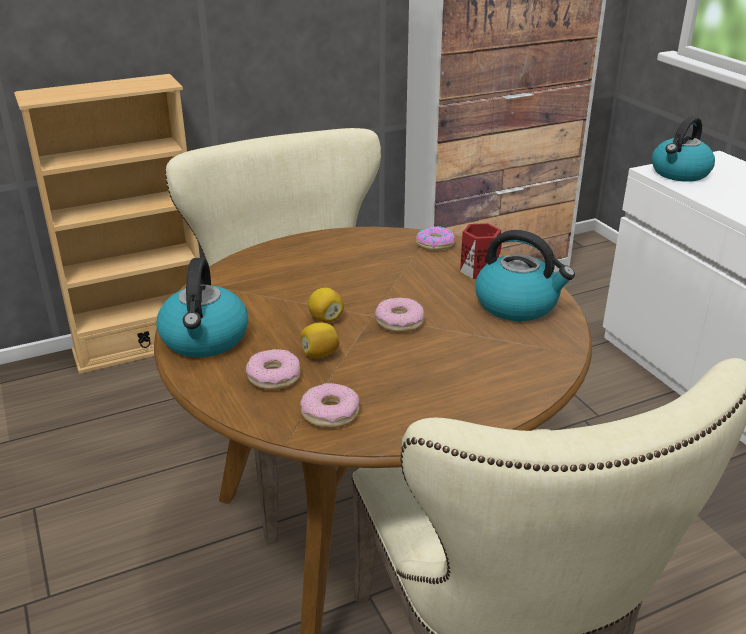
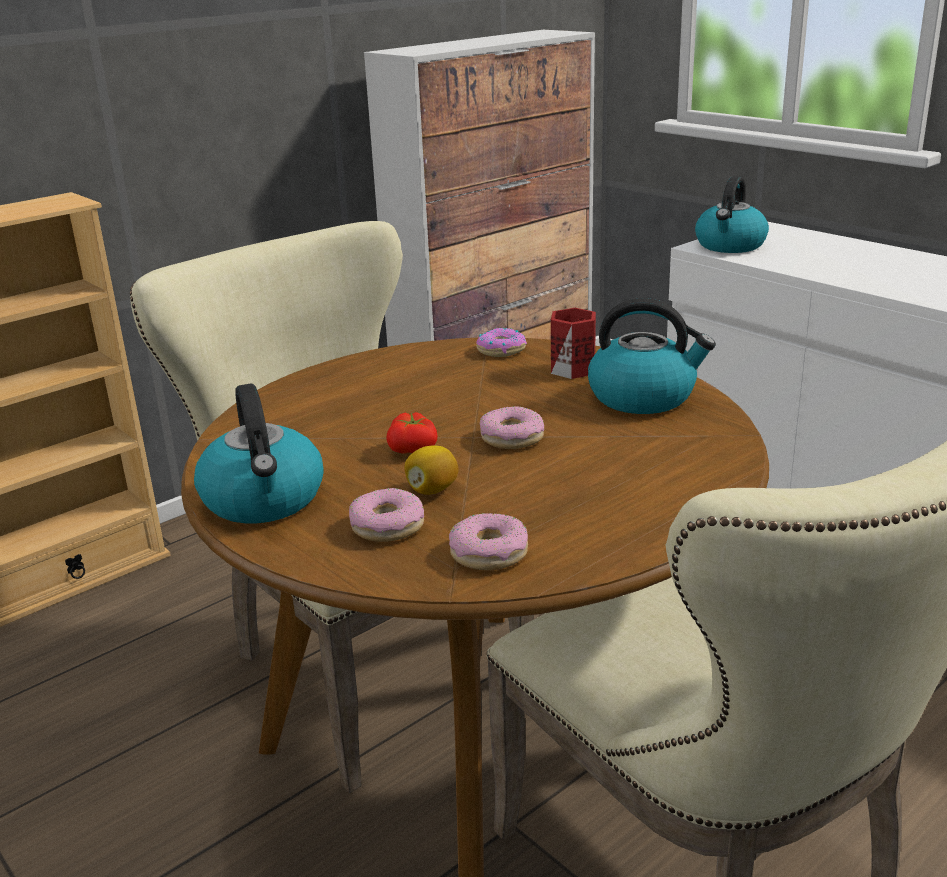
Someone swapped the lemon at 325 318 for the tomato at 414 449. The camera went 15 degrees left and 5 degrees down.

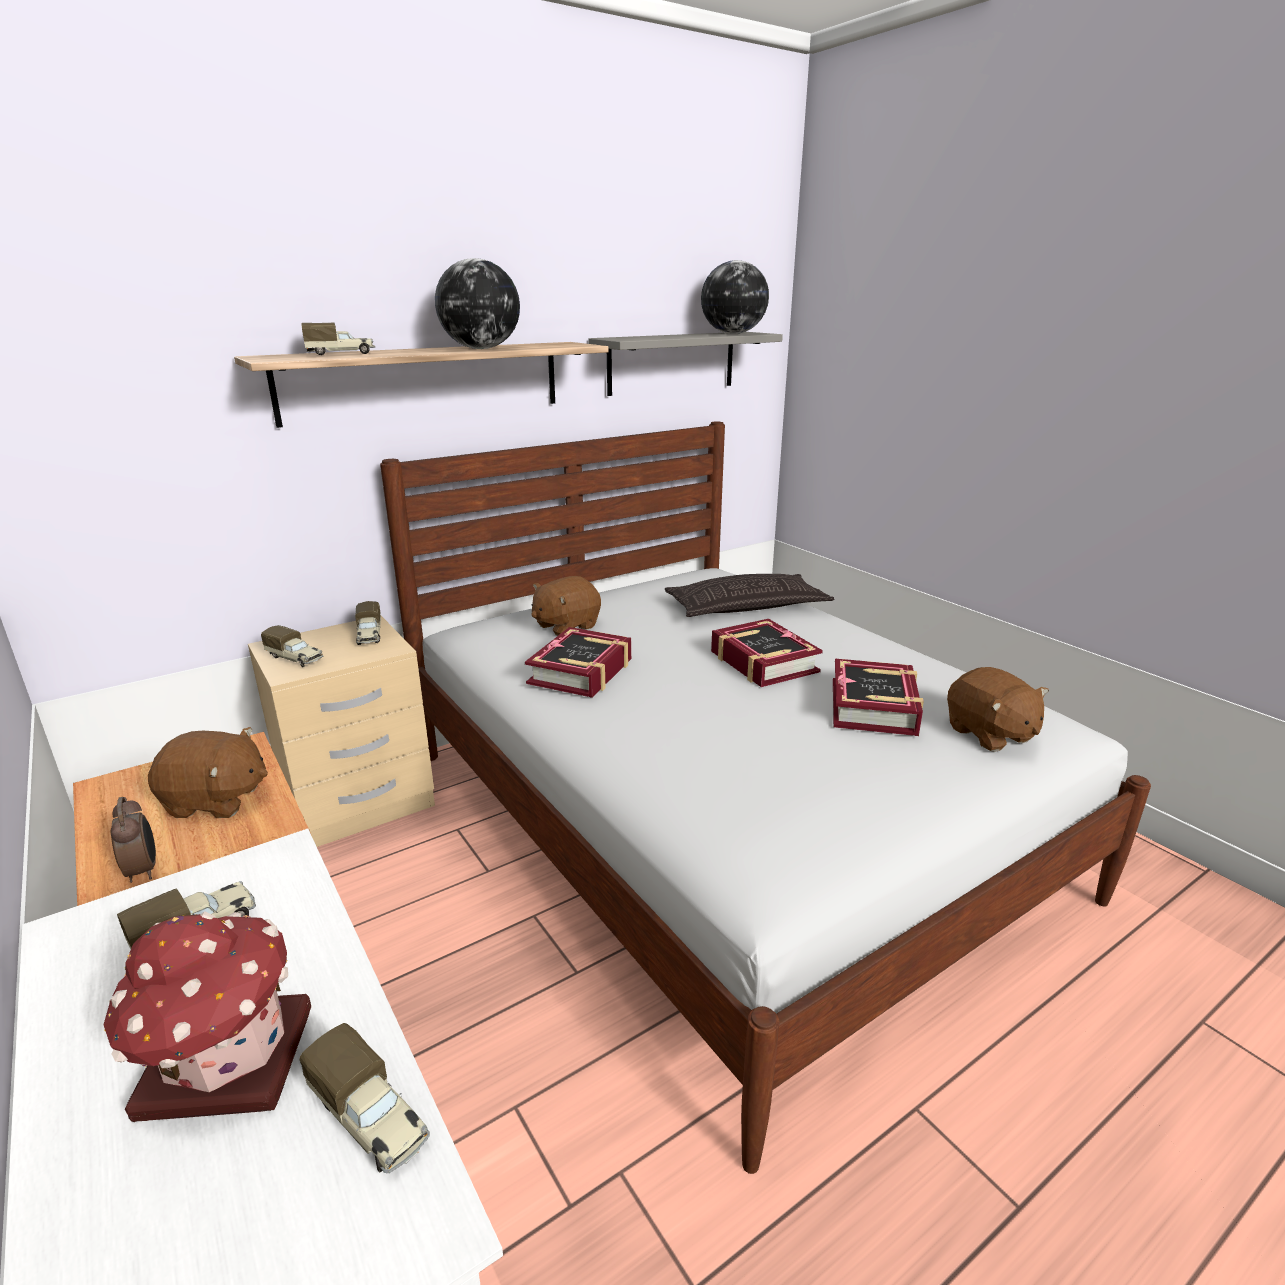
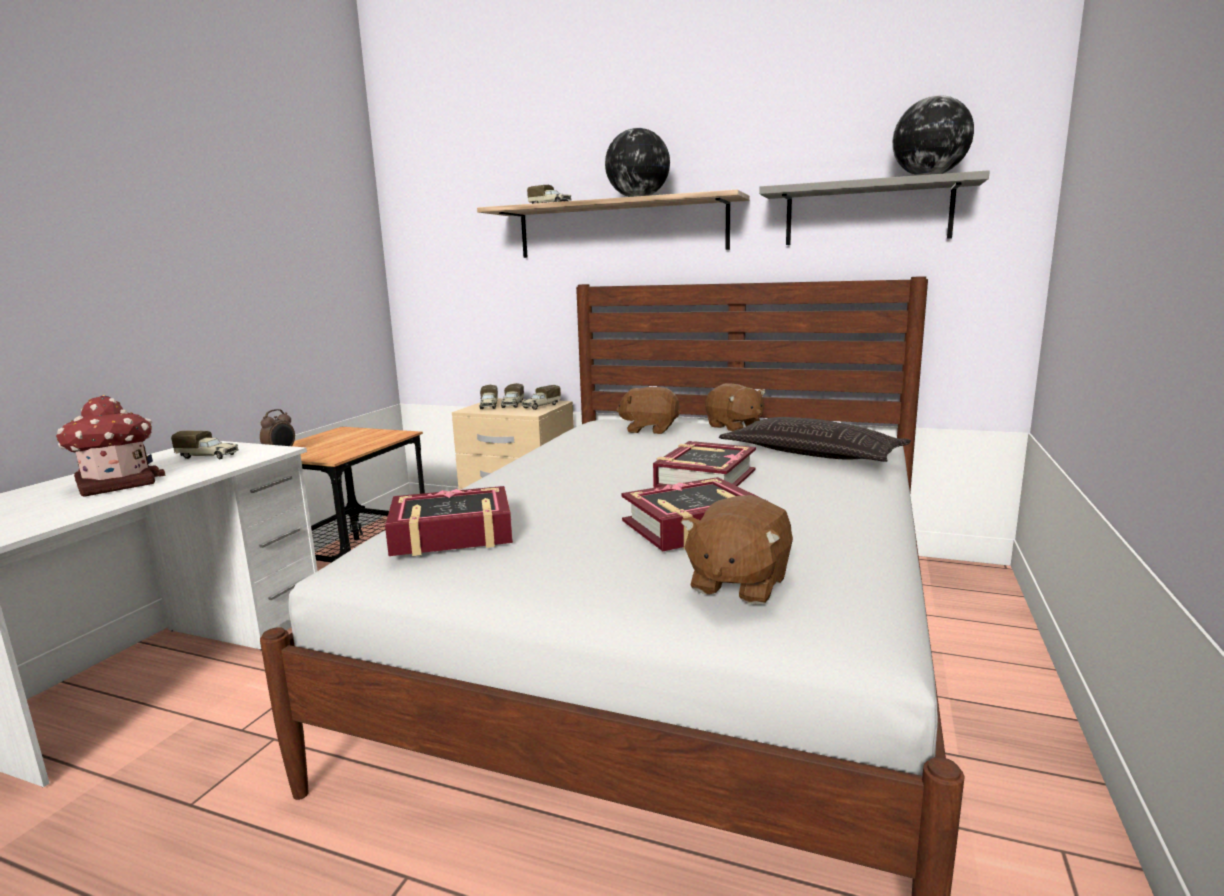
Someone carried the bound book from 581 671 to 452 534. Someone carried the brown cuddly toy from 216 800 to 734 427. Someone carried the toy lorry from 370 1119 to 512 405. The camera went 55 degrees right and 10 degrees down.

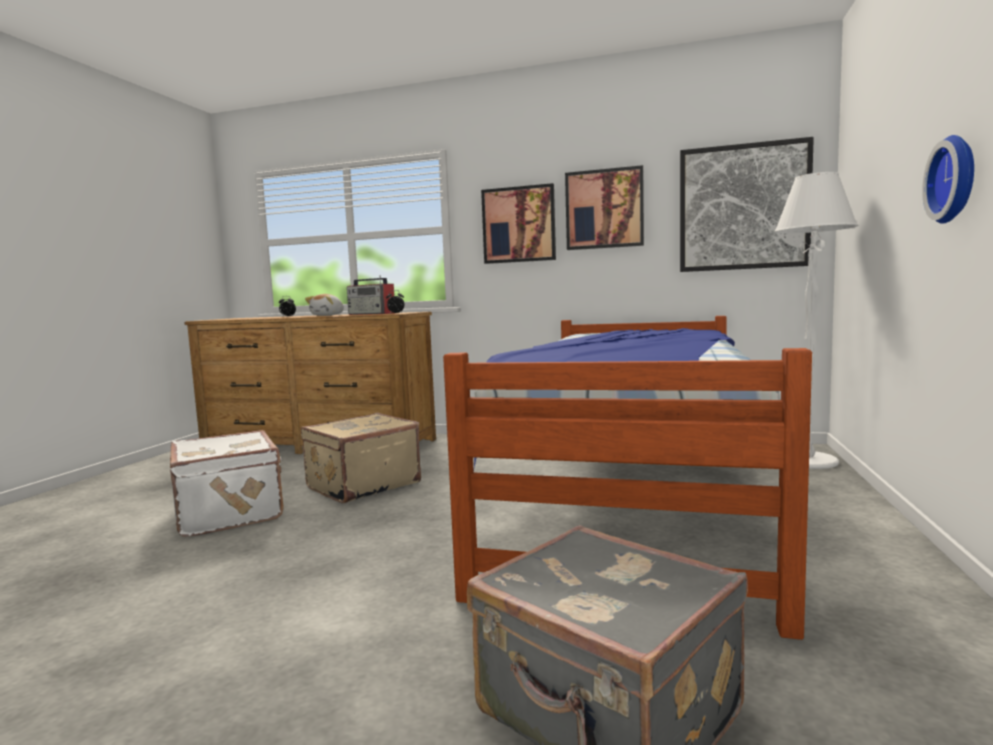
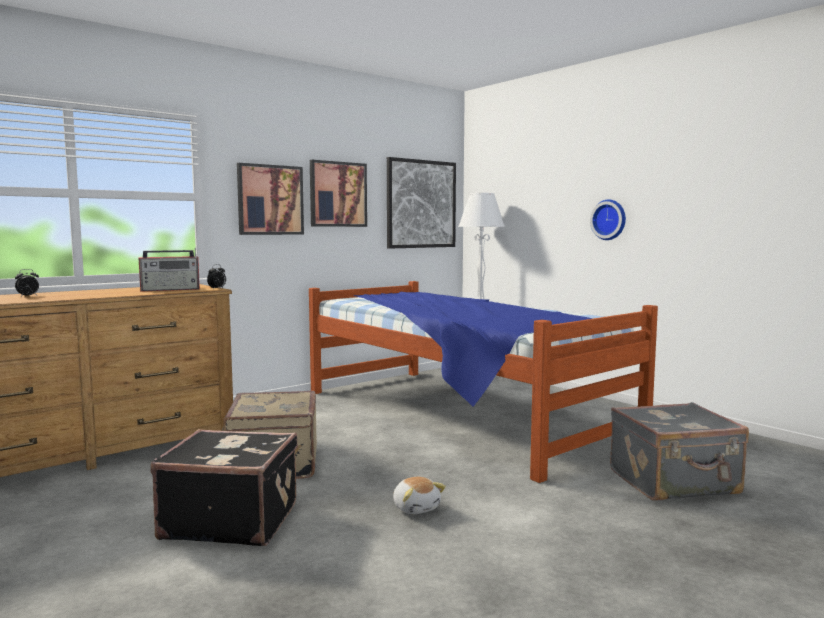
Someone carried the cuddly toy from 328 315 to 416 507. Someone repainted the white travel case at 231 512, which became the black-coloured travel case at 231 520. The camera went 55 degrees left and 0 degrees up.

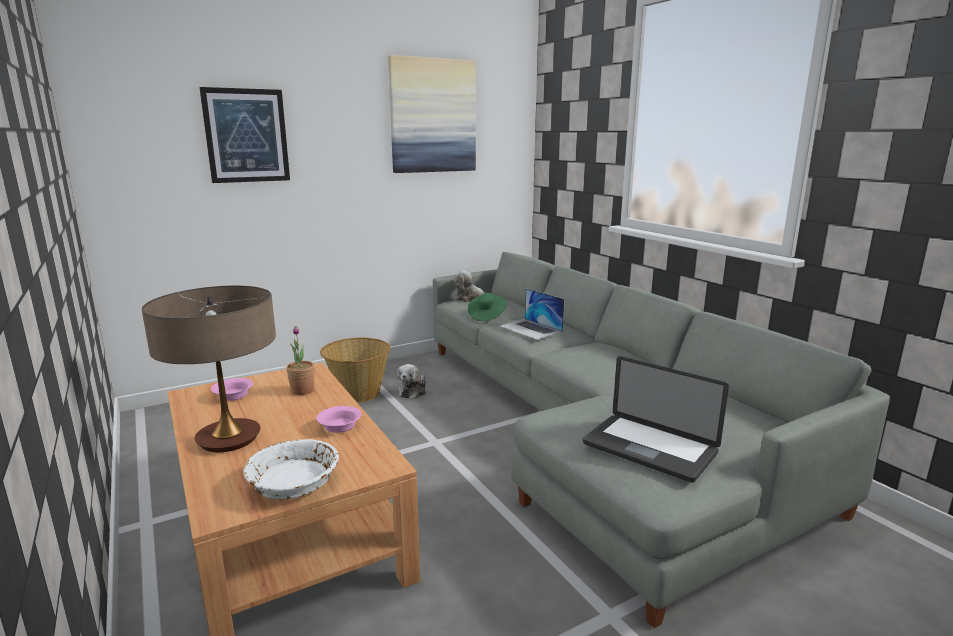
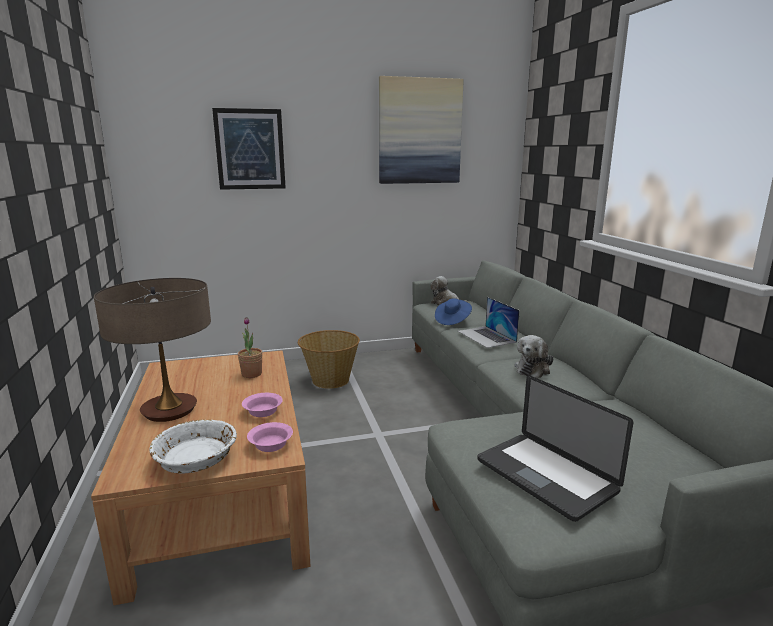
Someone repainted the green clothing hat at 487 316, which became the blue clothing hat at 452 320. Someone carried the cuddly toy from 413 391 to 533 369. Someone carried the pink serving bowl from 233 395 to 271 444. The camera went 15 degrees right and 0 degrees up.

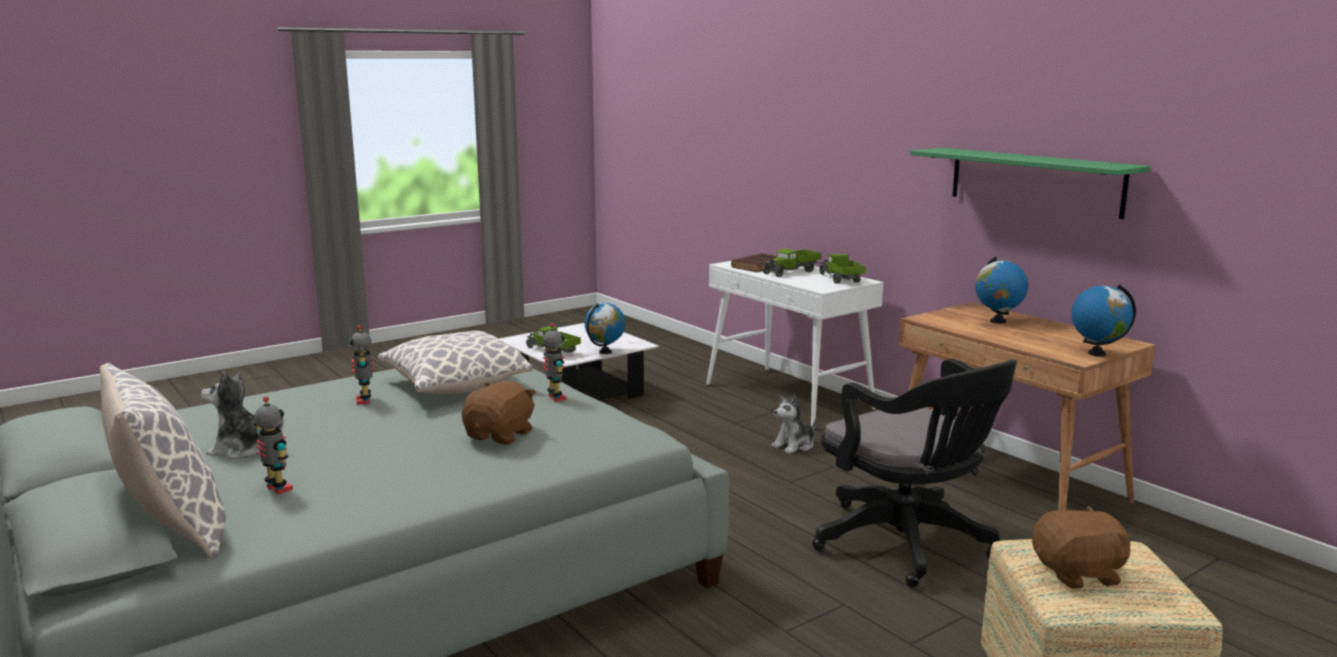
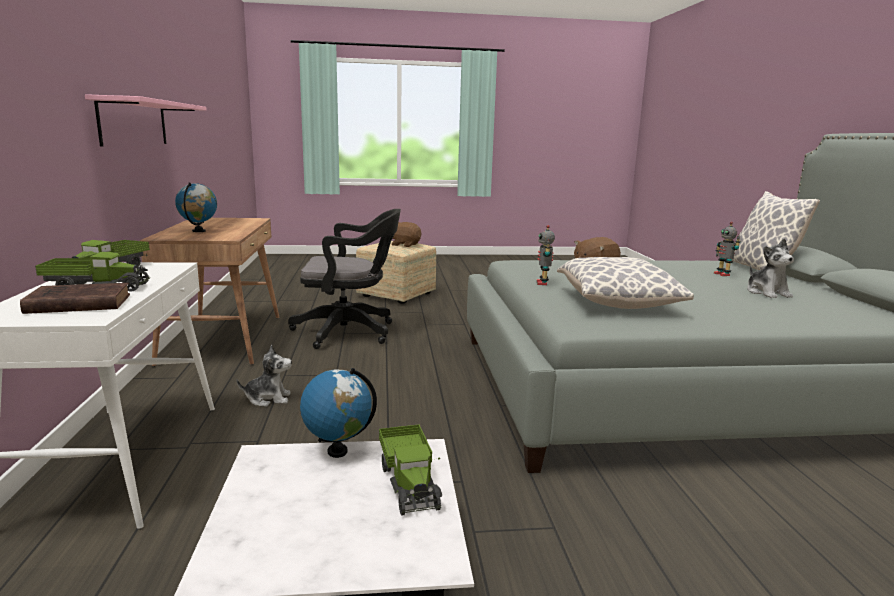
Someone repainted the green wall shelf at 1034 181, which became the pink wall shelf at 134 123. Someone took away the world globe at 1096 353. Someone took away the model robot at 365 400. Someone rotated the black-coloured office chair at 909 545 by 90 degrees clockwise. Someone rotated the cuddly toy at 243 449 by 45 degrees clockwise. The camera went 150 degrees left and 0 degrees up.

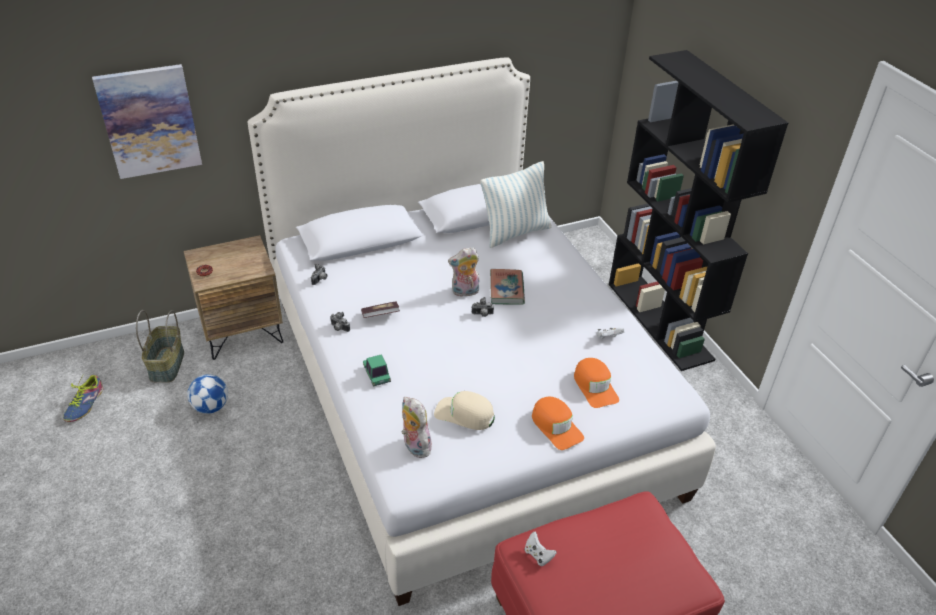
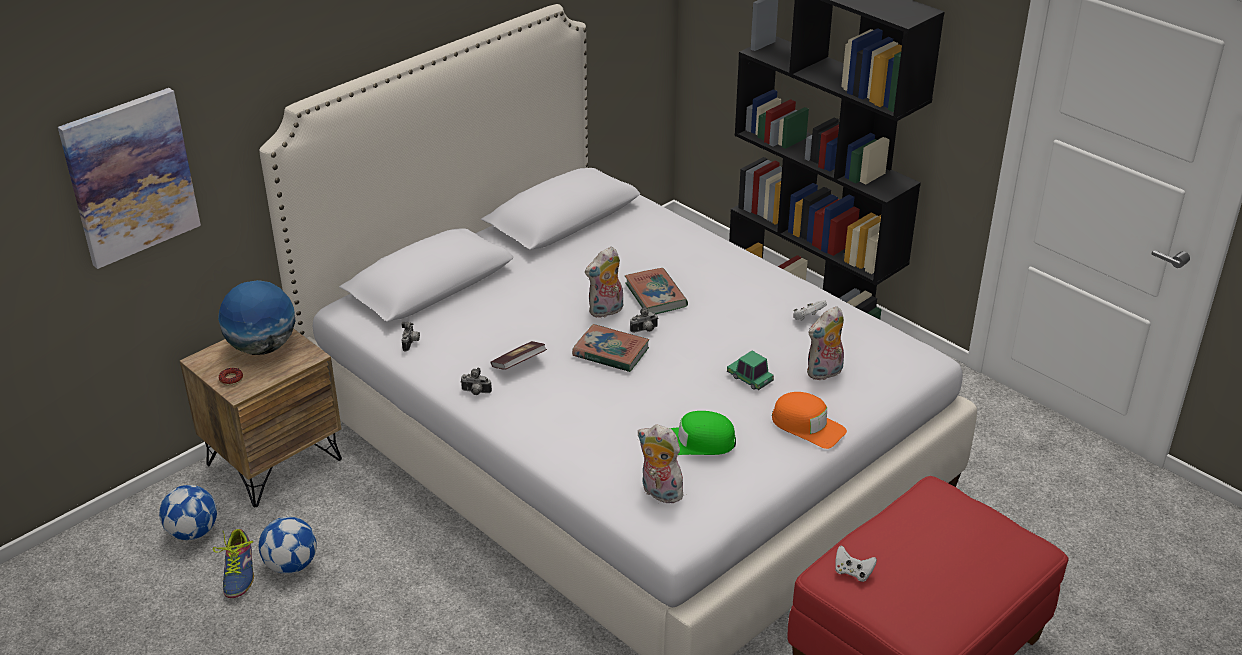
Someone took away the cushion at 515 232. Someone swapped the household basket at 167 365 for the ball for football at 193 532. Someone carried the miniature car from 377 374 to 750 378. Someone swapped the orange cap at 595 386 for the cuddly toy at 824 373. Someone carried the low shoe from 85 404 to 239 572. Someone repainted the sand-coloured cap at 464 414, which became the green cap at 696 442. Someone put down the world globe at 262 347. Someone put down the bound book at 611 352. The camera went 20 degrees left and 5 degrees down.

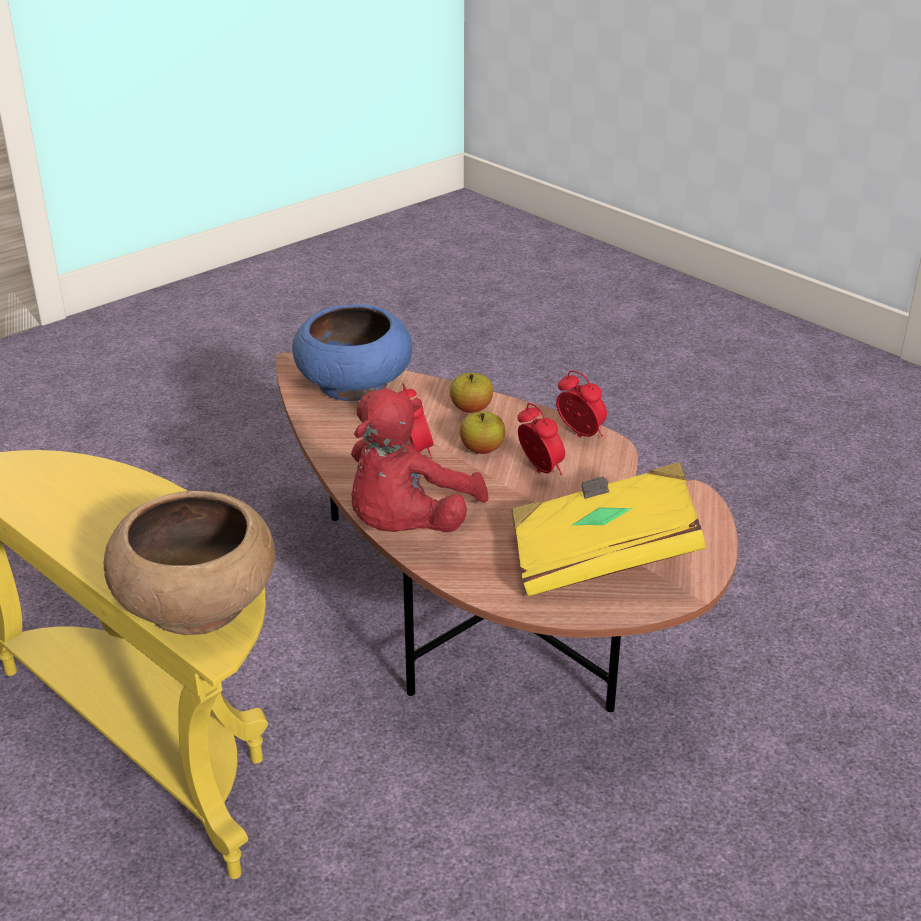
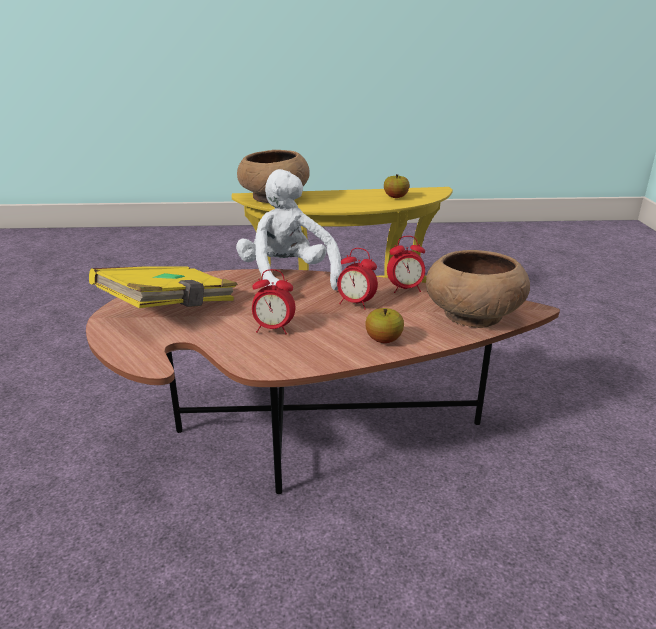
Someone repainted the blue serving bowl at 354 386, which became the brown serving bowl at 471 315. Someone carried the bedside clock from 580 435 to 405 289. Someone repainted the red-coloured cuddly toy at 407 527, which became the white cuddly toy at 288 278. Someone carried the apple fruit from 482 449 to 395 197. The camera went 130 degrees right and 5 degrees down.

